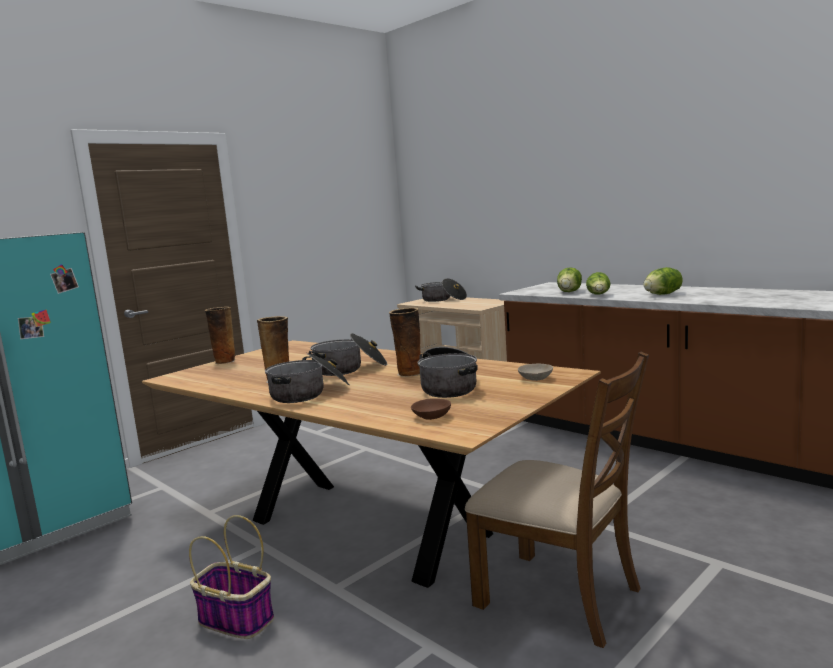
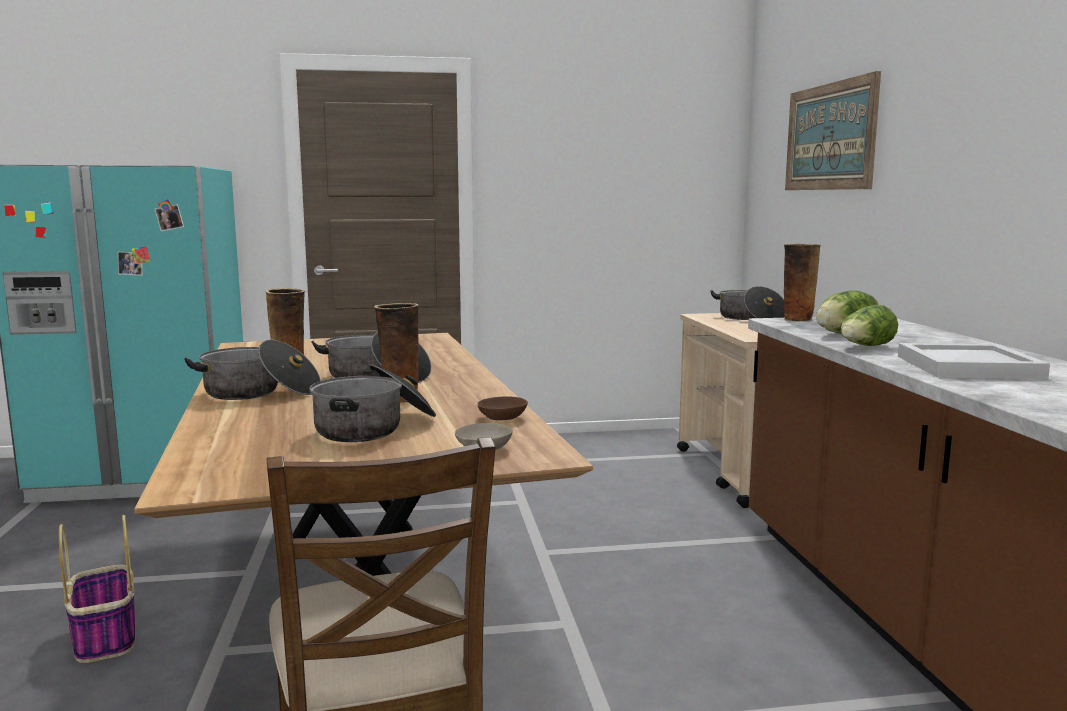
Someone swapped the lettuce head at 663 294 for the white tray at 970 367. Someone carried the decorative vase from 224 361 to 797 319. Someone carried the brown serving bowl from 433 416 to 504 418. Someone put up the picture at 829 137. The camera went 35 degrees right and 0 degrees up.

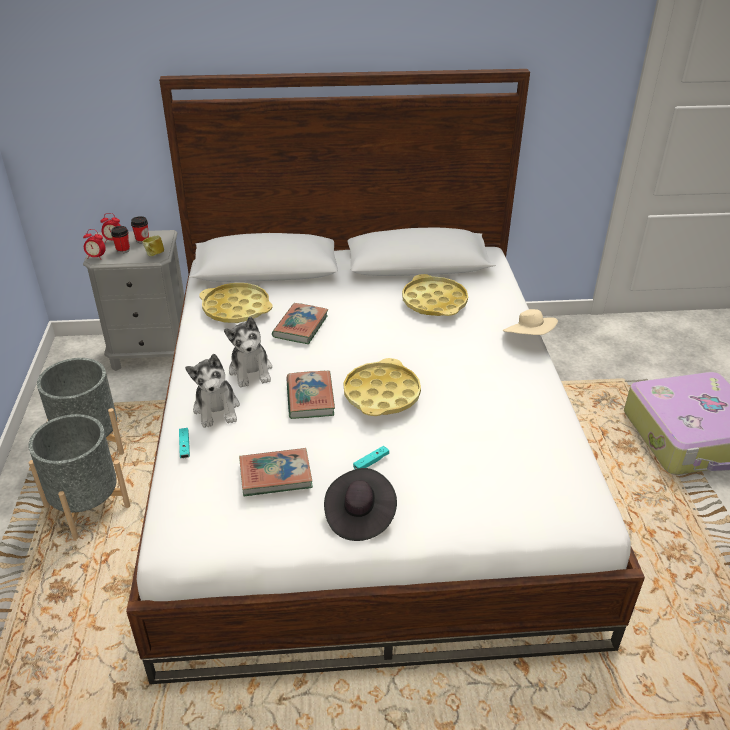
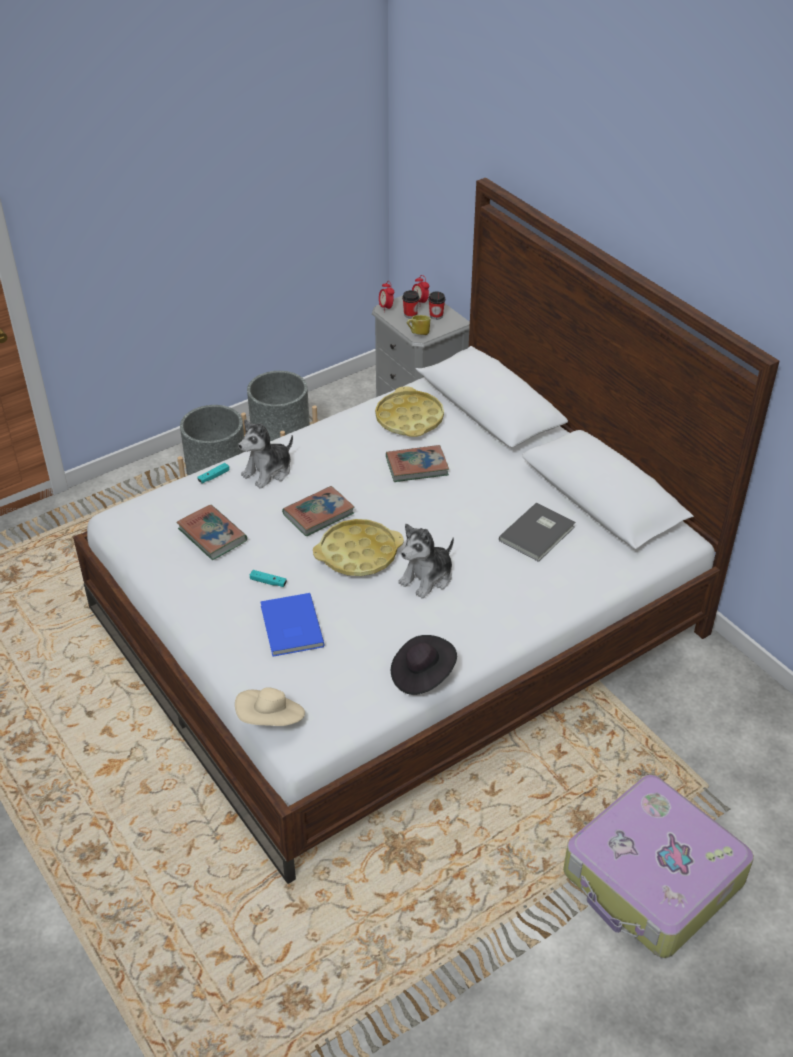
Someone swapped the yellow tray at 434 302 for the gray bound book at 539 534. Someone carried the sand-coloured clothing hat from 529 337 to 271 720. Someone carried the cuddly toy from 251 370 to 427 578. Someone carried the black-coloured clothing hat from 359 516 to 422 675. Someone put down the blue bound book at 290 627. The camera went 60 degrees right and 5 degrees up.

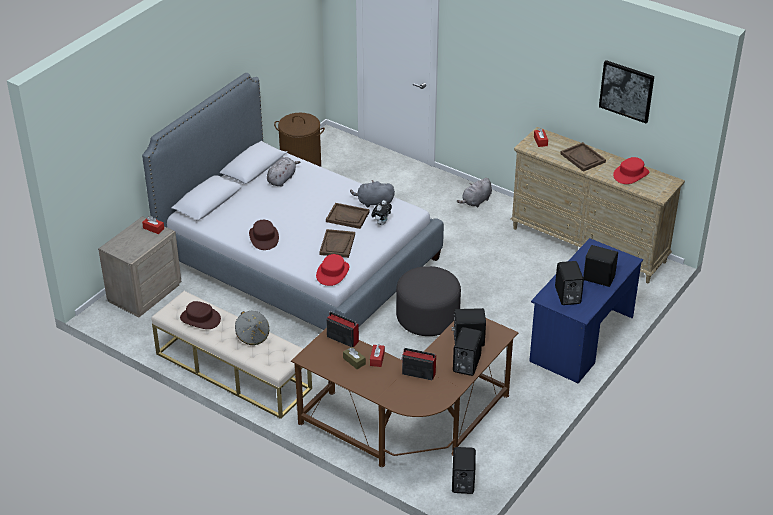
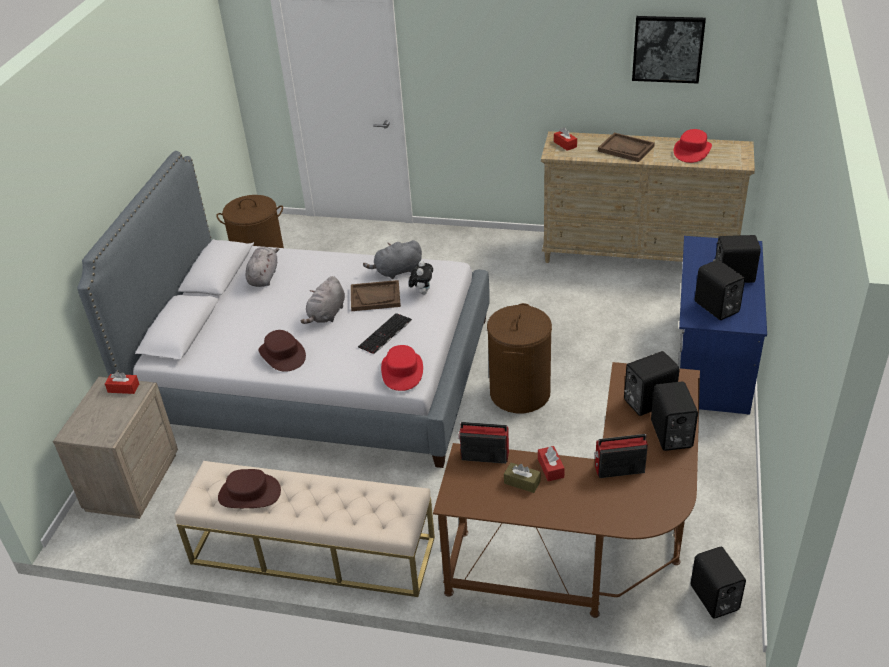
Someone carried the gray cuddly toy from 476 201 to 326 315. Someone swapped the brown tray at 337 244 for the PC keyboard at 385 334. Someone swapped the gray footrest at 427 317 for the brown hamper at 519 393. Someone took away the gray clothing hat at 252 336. The camera went 20 degrees left and 0 degrees up.

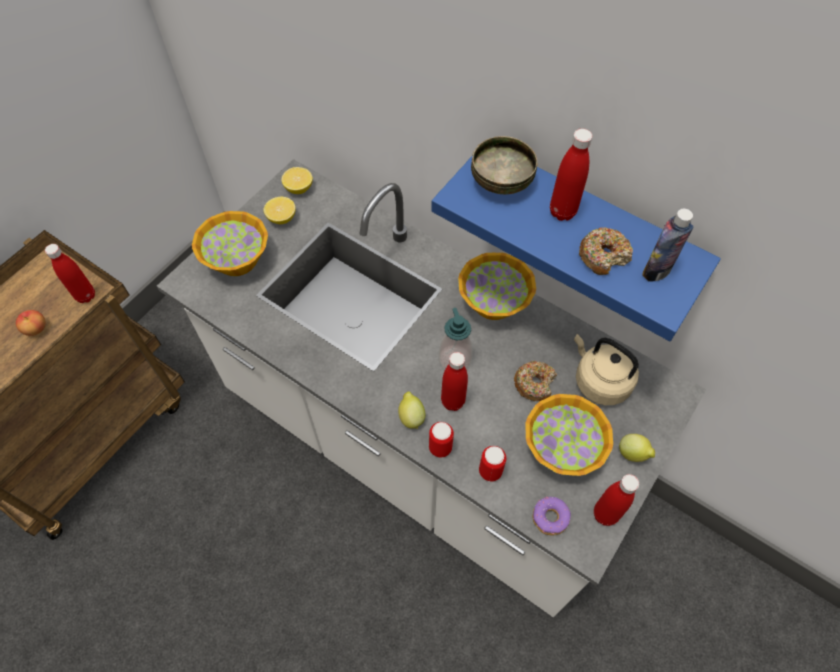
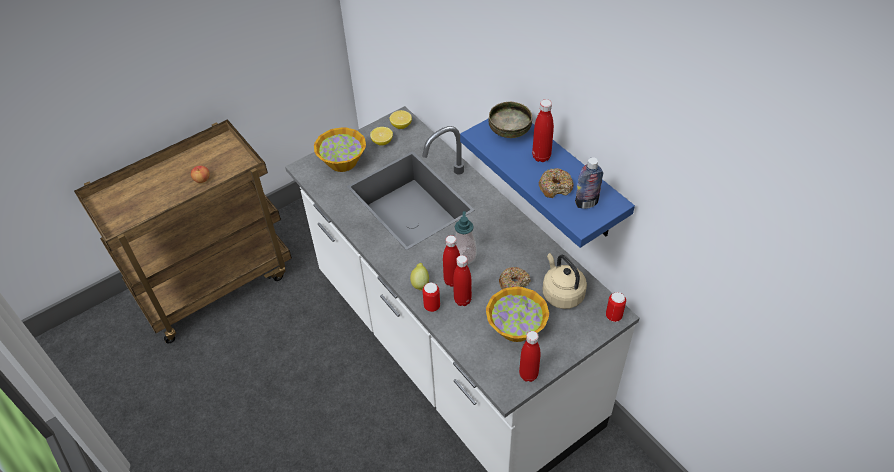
Someone carried the red-coloured drink bottle from 86 296 to 462 300. Someone took away the serving bowl at 493 302. Someone took away the lemon at 633 454. Someone carried the metal can from 490 471 to 613 316. Someone took away the donut at 549 518. The camera went 20 degrees right and 10 degrees down.

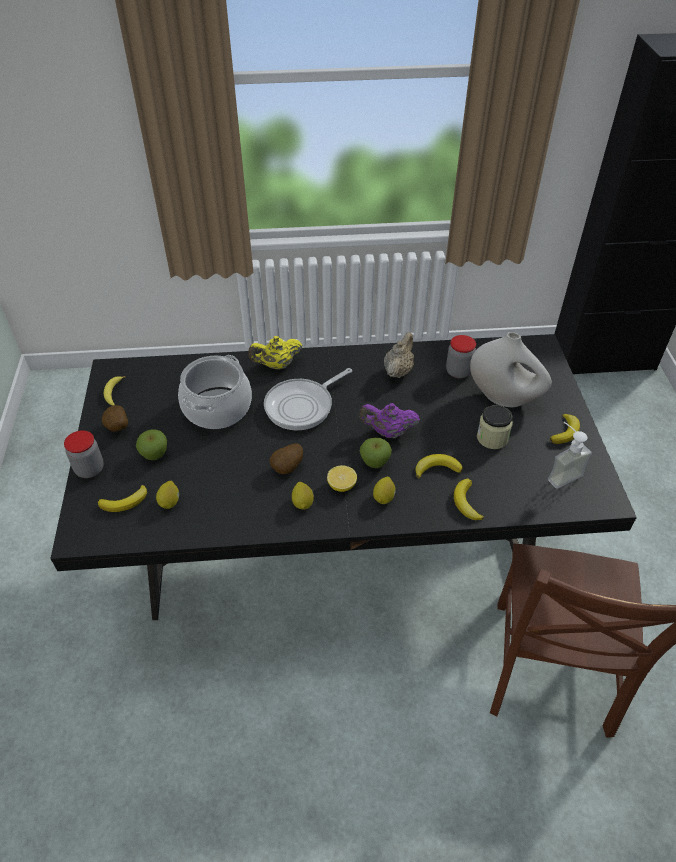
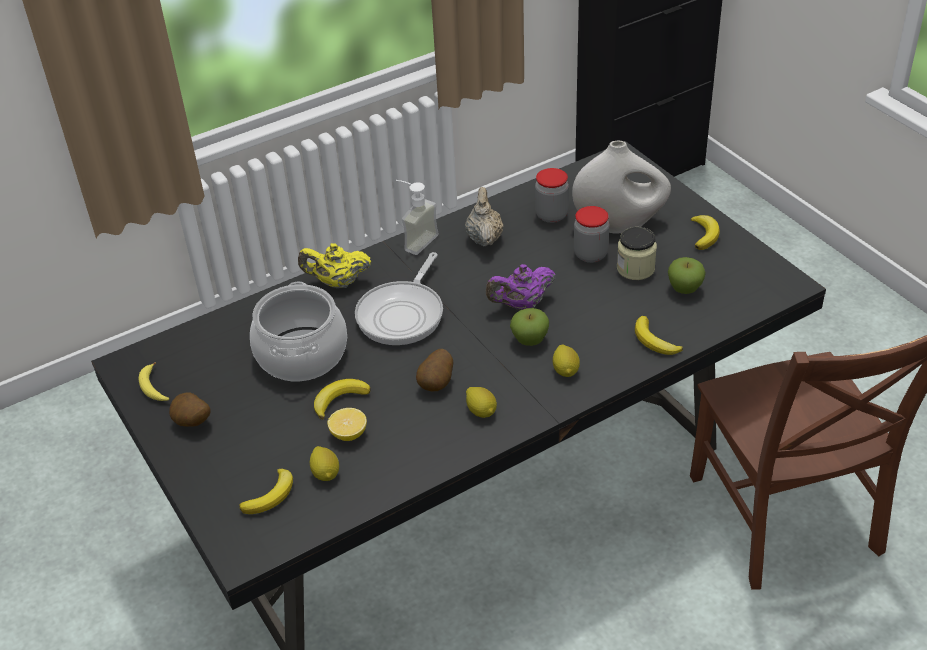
Someone rotated the yellow pot for tea at 276 365 by 45 degrees clockwise. Someone carried the soap bottle from 560 473 to 415 240. Someone carried the apple fruit from 155 455 to 684 289. Someone carried the jar from 89 469 to 590 254. Someone carried the banana from 437 468 to 339 399. Someone carried the lemon from 342 486 to 349 434. The camera went 25 degrees left and 5 degrees down.

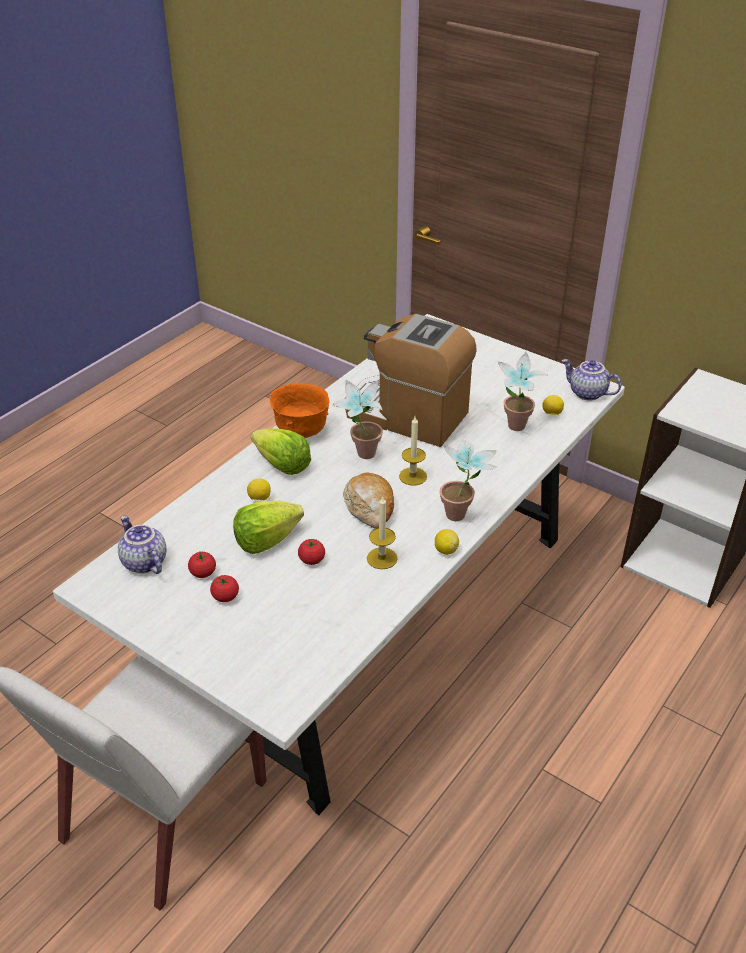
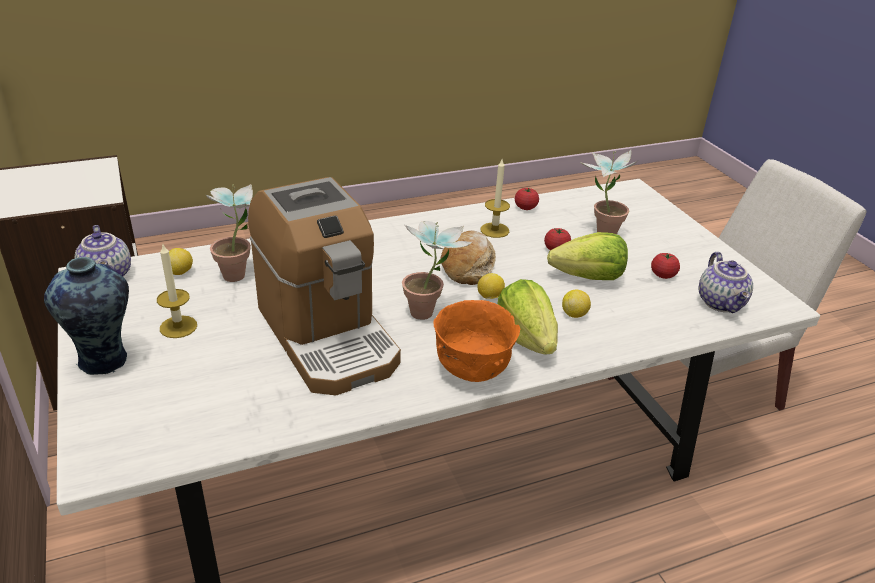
Someone carried the wax candle from 413 476 to 178 327. Someone carried the potted plant from 463 516 to 600 232. Someone carried the lemon from 446 550 to 490 297. Someone carried the tomato from 225 596 to 525 207. Someone put down the decorative vase at 105 361. The camera went 150 degrees left and 5 degrees down.

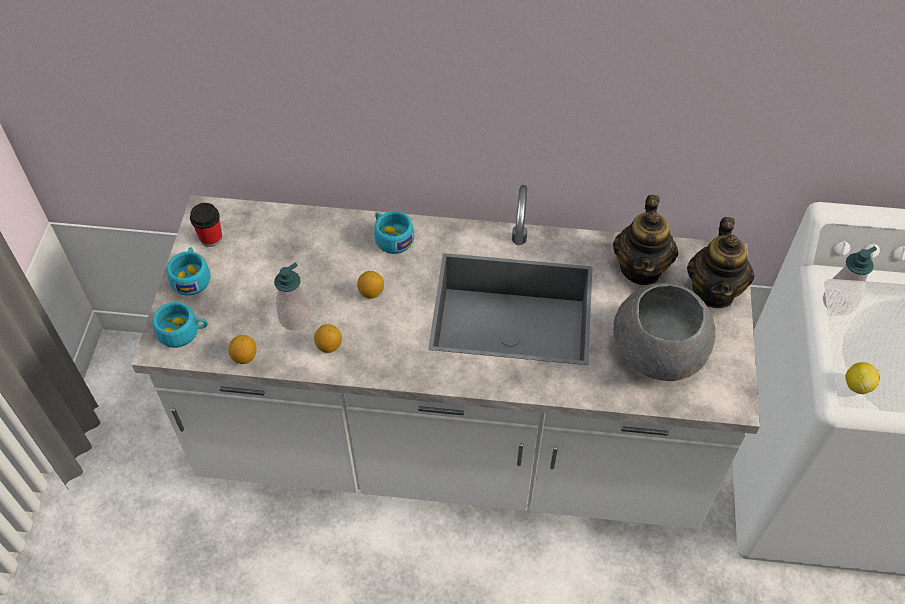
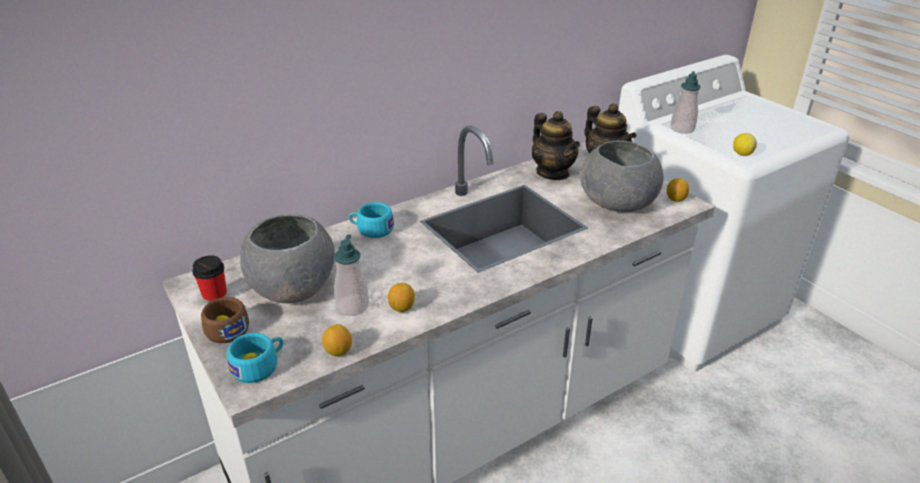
Someone repainted the turquoise drinking cup at 191 277, which became the brown drinking cup at 225 328. Someone carried the lemon from 371 292 to 675 199. Someone put down the gray serving bowl at 293 286. The camera went 40 degrees left and 20 degrees down.

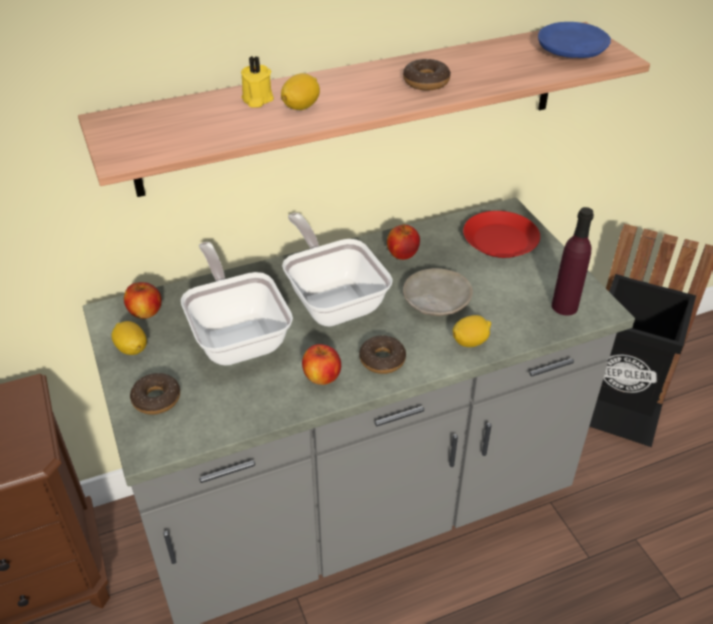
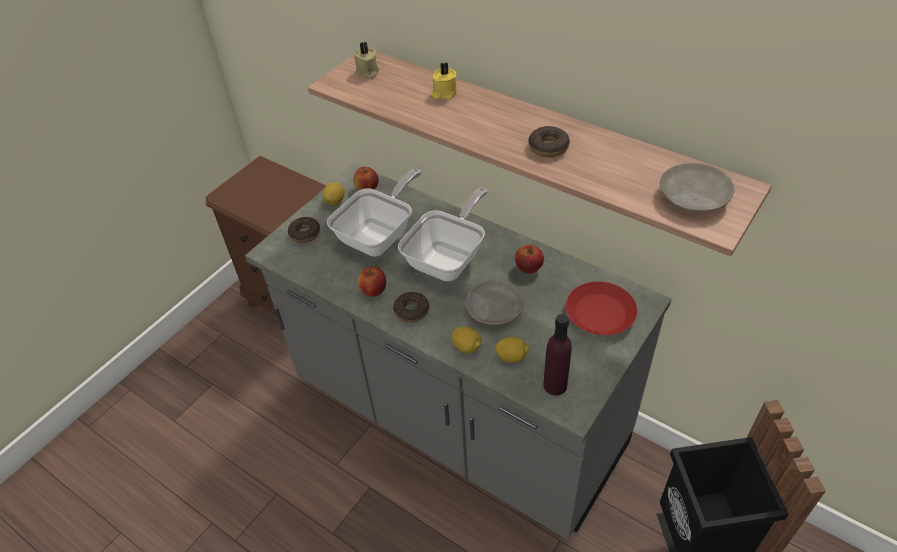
Someone repainted the blue dinner plate at 571 52, which became the sand-coloured dinner plate at 693 197. Someone carried the lemon from 301 106 to 512 357. Someone put down the sand-coloured wax candle at 367 72. The camera went 60 degrees right and 5 degrees up.

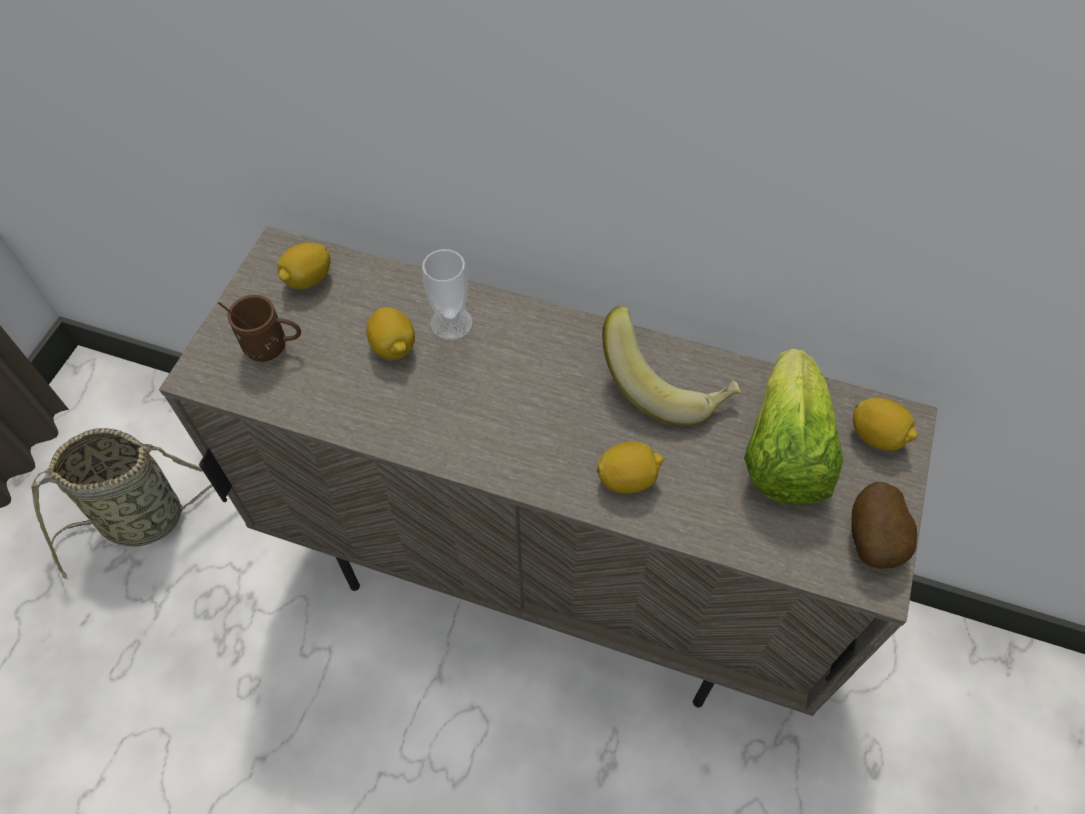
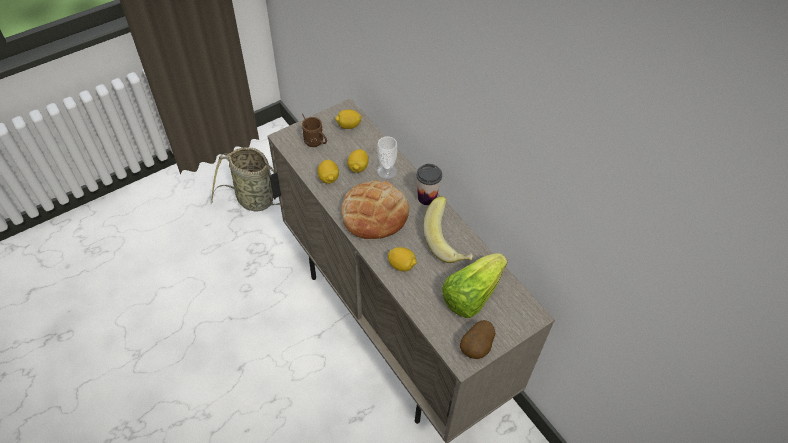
Someone carried the lemon from 876 436 to 328 178. Someone put down the drinking cup at 427 197. Someone put down the baked bread at 374 214. The camera went 35 degrees right and 5 degrees down.

